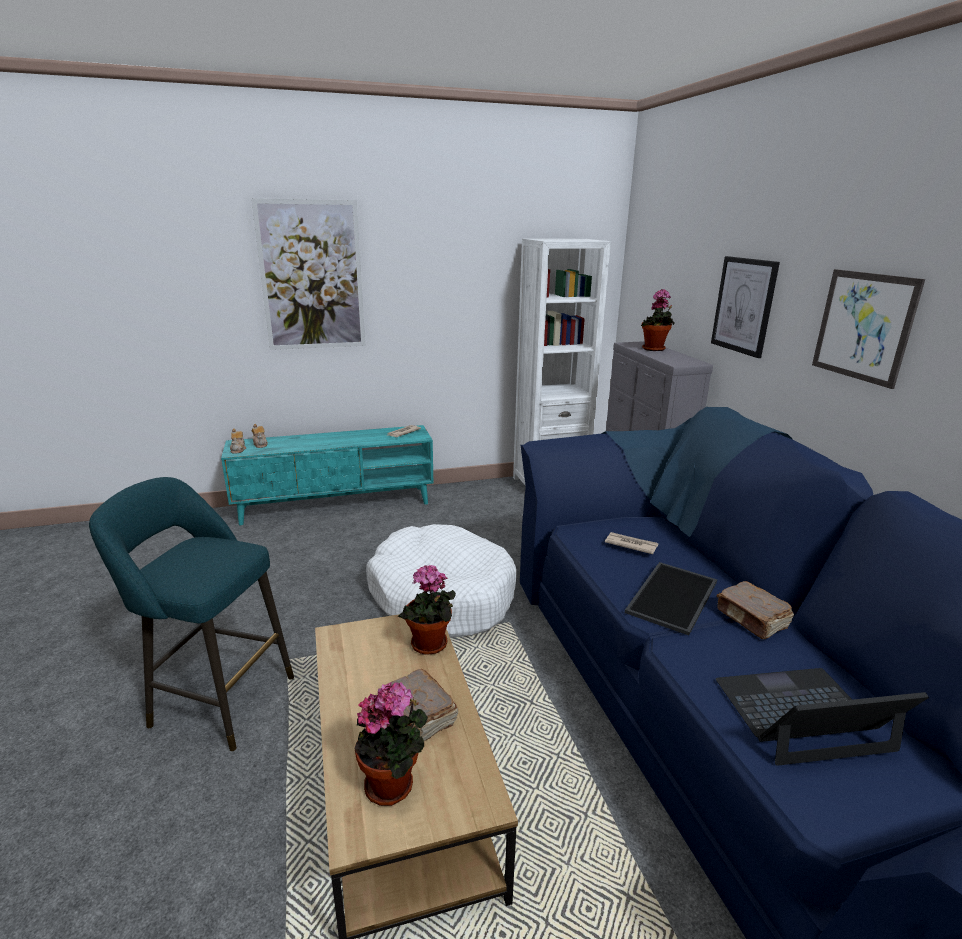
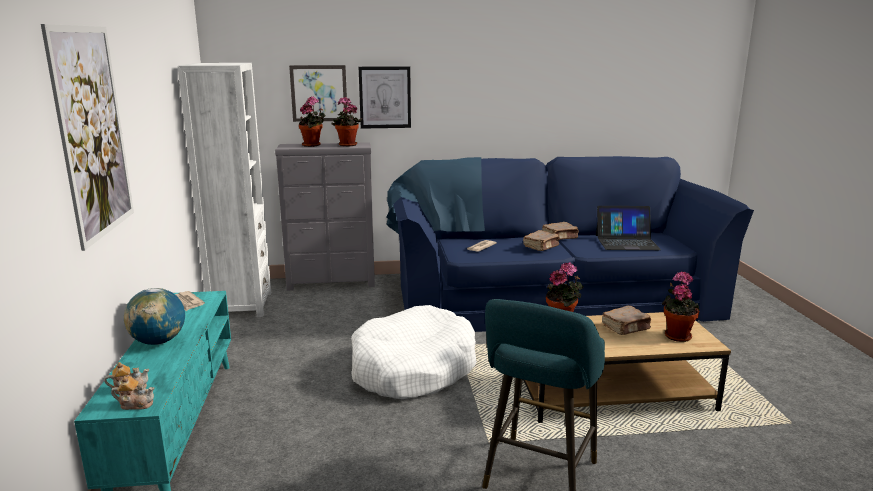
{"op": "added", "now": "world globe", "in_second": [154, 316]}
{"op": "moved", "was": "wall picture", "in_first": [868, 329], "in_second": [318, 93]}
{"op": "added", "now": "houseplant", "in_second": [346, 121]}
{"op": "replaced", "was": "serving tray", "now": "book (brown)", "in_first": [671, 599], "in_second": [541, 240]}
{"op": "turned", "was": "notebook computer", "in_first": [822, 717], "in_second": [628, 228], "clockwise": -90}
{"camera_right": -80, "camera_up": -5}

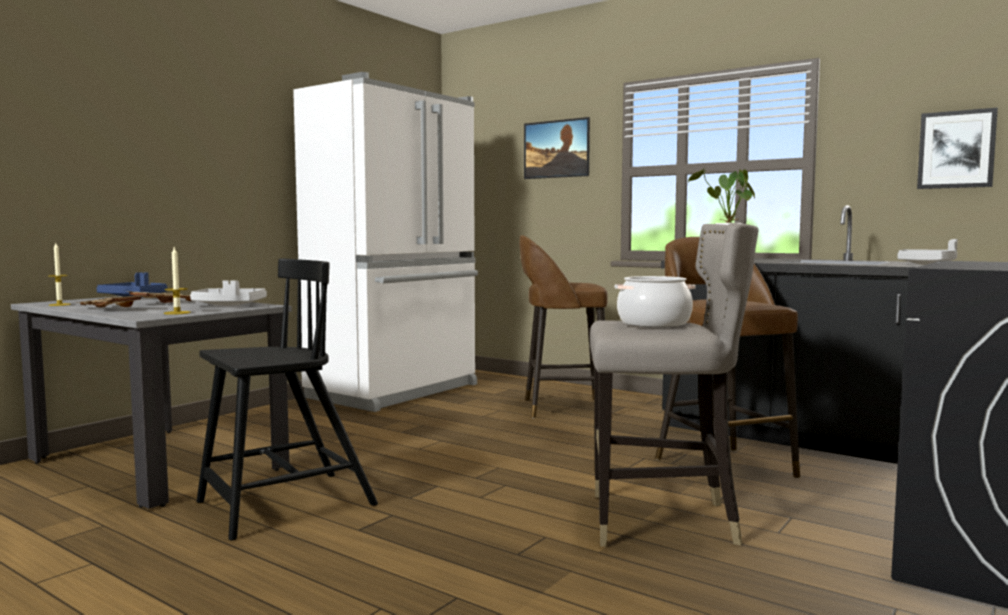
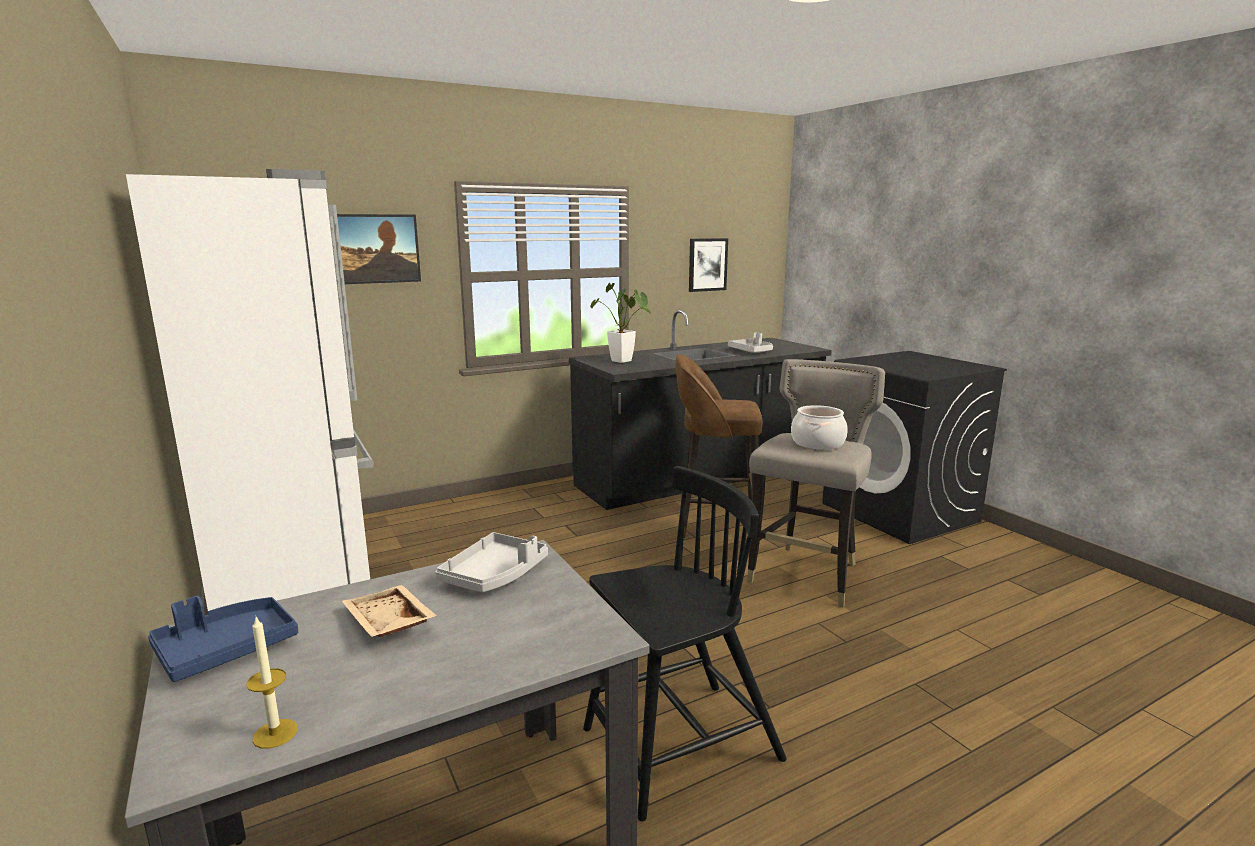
{"op": "turned", "was": "plain chair (black)", "in_first": [287, 399], "in_second": [685, 643], "clockwise": 75}
{"op": "removed", "was": "serving tray (beige-coloured)", "in_first": [112, 301]}
{"op": "removed", "was": "wax light", "in_first": [177, 281]}
{"op": "removed", "was": "stool seat (brown)", "in_first": [563, 326]}
{"camera_right": -65, "camera_up": 10}

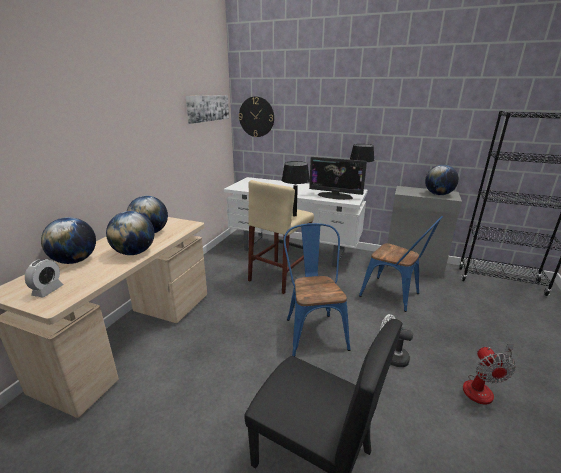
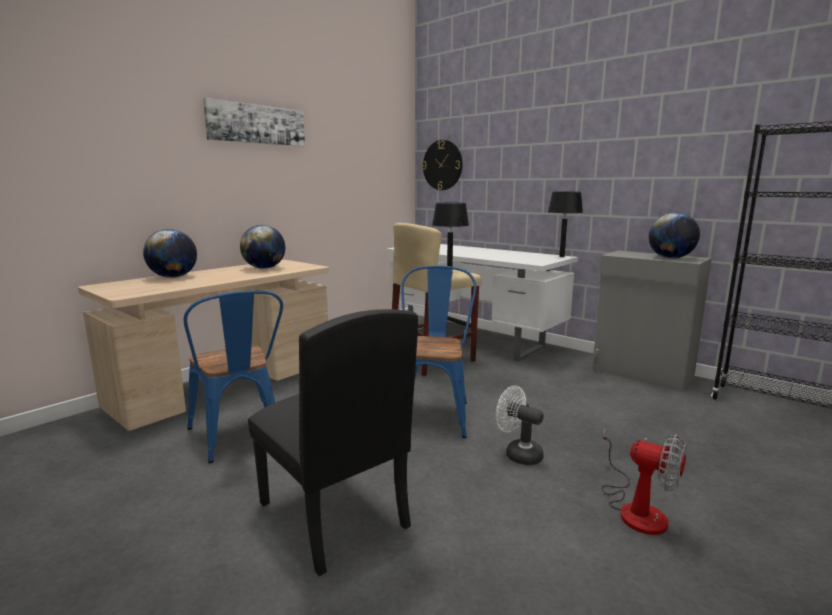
{"op": "moved", "was": "plain chair (blue-coloured)", "in_first": [401, 264], "in_second": [233, 377]}
{"op": "moved", "was": "wall picture", "in_first": [207, 109], "in_second": [254, 122]}
{"op": "turned", "was": "cooling fan", "in_first": [489, 374], "in_second": [644, 481], "clockwise": -75}
{"op": "removed", "was": "alarm clock", "in_first": [44, 278]}
{"op": "removed", "was": "world globe", "in_first": [130, 233]}
{"op": "removed", "was": "computer display", "in_first": [338, 178]}
{"camera_right": 20, "camera_up": -10}

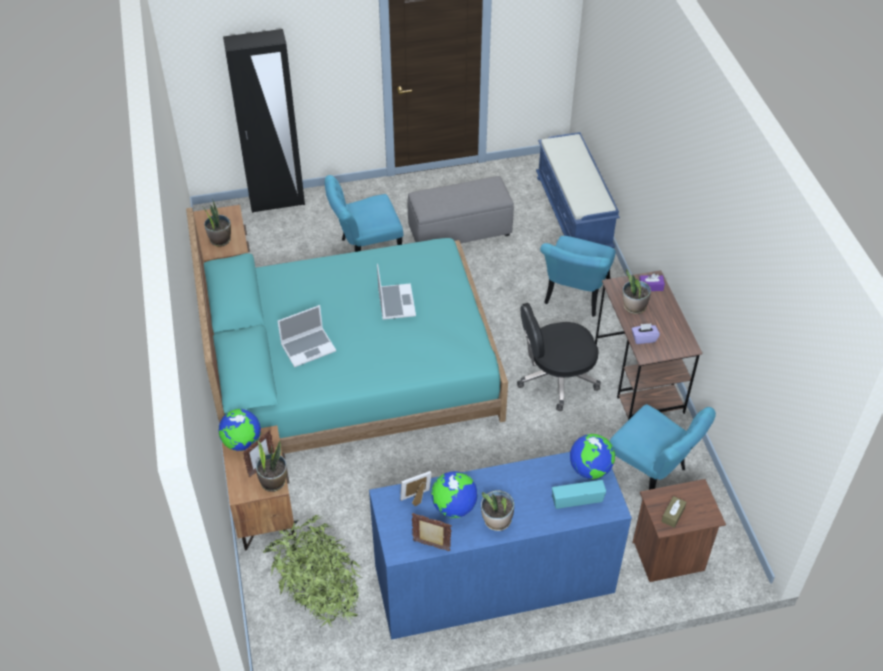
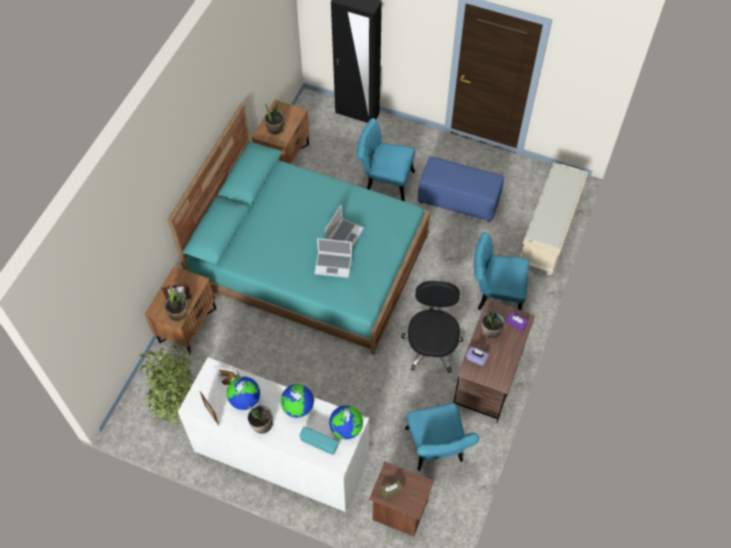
{"op": "recoloured", "was": "chest of drawers (blue-coloured)", "now": "chest of drawers (white-coloured)", "in_first": [500, 545], "in_second": [273, 434]}
{"op": "moved", "was": "world globe", "in_first": [240, 430], "in_second": [297, 401]}
{"op": "moved", "was": "notebook computer", "in_first": [306, 336], "in_second": [333, 258]}
{"op": "turned", "was": "computer chair (black)", "in_first": [559, 357], "in_second": [432, 327], "clockwise": 75}
{"op": "recoloured", "was": "footrest (greyish)", "now": "footrest (blue-coloured)", "in_first": [461, 209], "in_second": [461, 189]}
{"op": "turned", "was": "plain chair (turquoise)", "in_first": [577, 276], "in_second": [501, 271], "clockwise": 45}
{"op": "recoloured", "was": "long seat (blue-coloured)", "now": "long seat (beige-coloured)", "in_first": [578, 190], "in_second": [554, 218]}
{"camera_right": 35, "camera_up": 10}

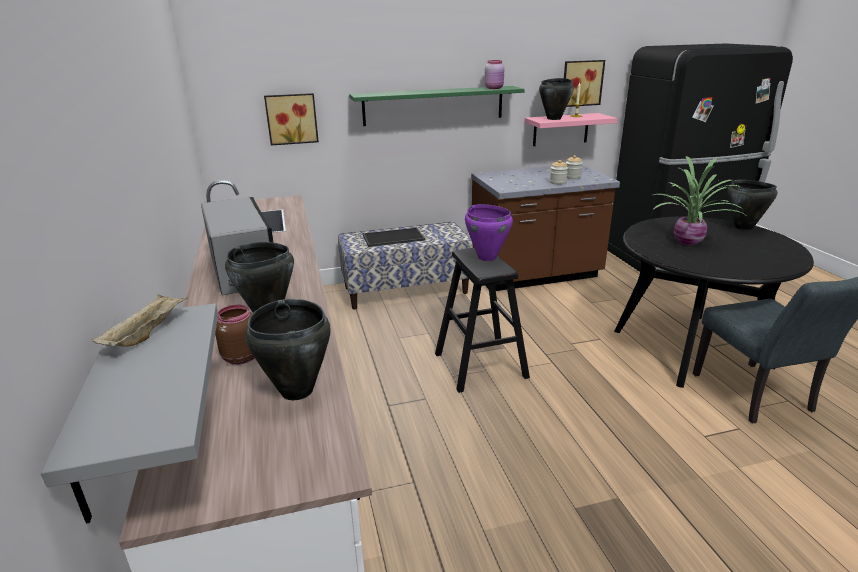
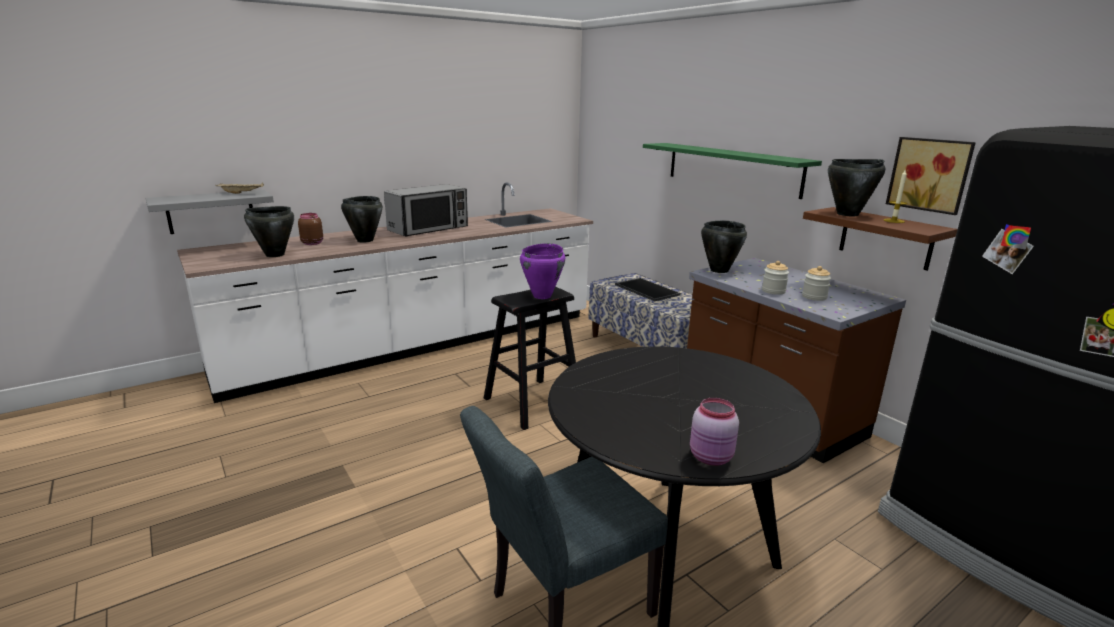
{"op": "moved", "was": "jar (pink-coloured)", "in_first": [494, 74], "in_second": [714, 432]}
{"op": "moved", "was": "saucepot (black)", "in_first": [753, 205], "in_second": [724, 247]}
{"op": "recoloured", "was": "shelf (pink-coloured)", "now": "shelf (brown)", "in_first": [571, 129], "in_second": [880, 239]}
{"op": "removed", "was": "wall picture", "in_first": [291, 119]}
{"op": "removed", "was": "houseplant", "in_first": [699, 200]}
{"camera_right": 70, "camera_up": -5}

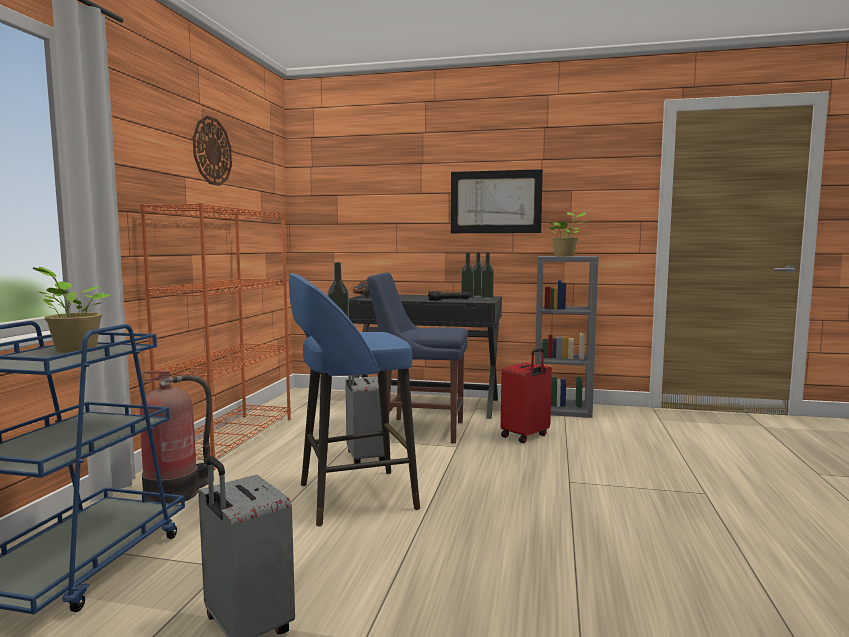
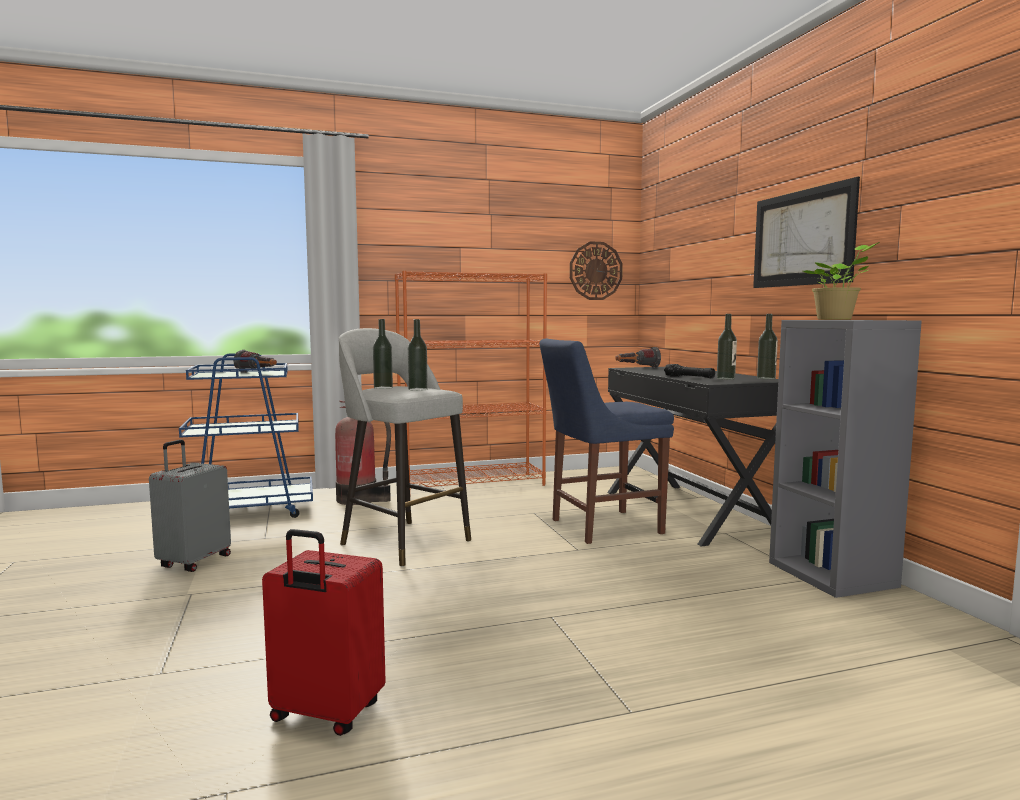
{"op": "replaced", "was": "houseplant", "now": "hand torch", "in_first": [72, 310], "in_second": [255, 361]}
{"op": "moved", "was": "travel case (reddish)", "in_first": [526, 395], "in_second": [324, 632]}
{"op": "recoloured", "was": "stool seat (blue-coloured)", "now": "stool seat (greyish)", "in_first": [354, 400], "in_second": [405, 447]}
{"op": "moved", "was": "drink bottle", "in_first": [487, 275], "in_second": [418, 355]}
{"op": "turned", "was": "plain chair (blue-coloured)", "in_first": [417, 358], "in_second": [606, 441], "clockwise": -90}
{"op": "moved", "was": "clock on the wall", "in_first": [212, 150], "in_second": [596, 270]}
{"op": "removed", "was": "travel case (greyish)", "in_first": [366, 419]}
{"camera_right": 60, "camera_up": 0}

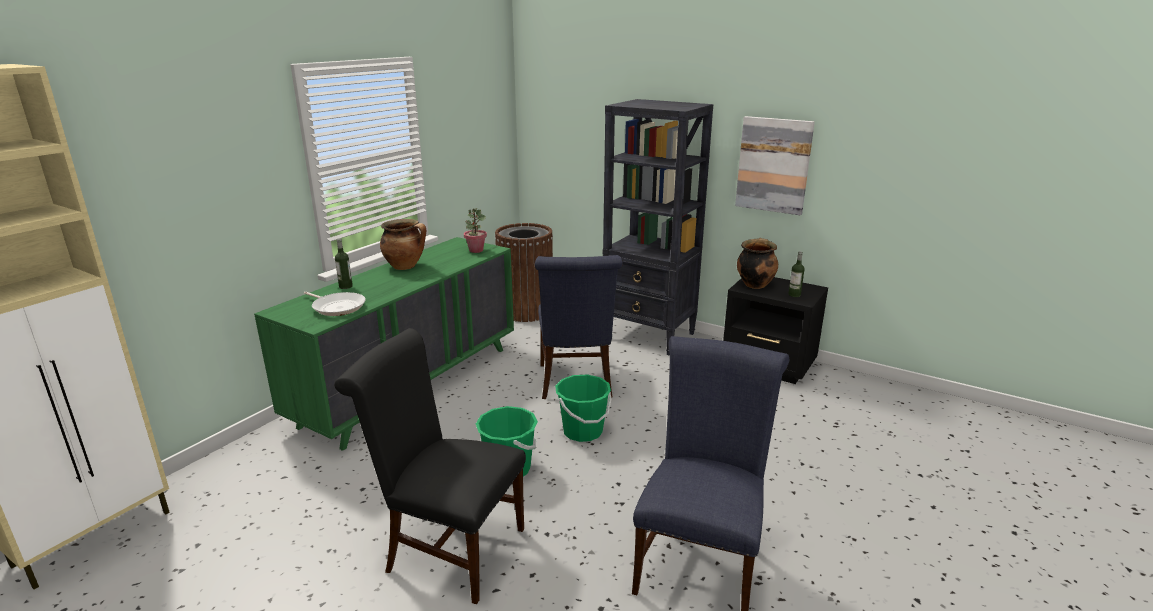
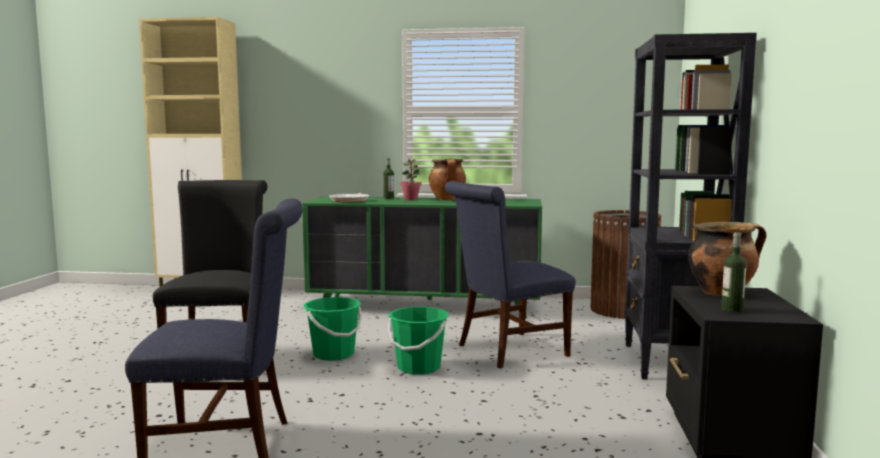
{"op": "moved", "was": "houseplant", "in_first": [475, 230], "in_second": [411, 179]}
{"op": "removed", "was": "wall picture", "in_first": [775, 165]}
{"camera_right": 65, "camera_up": -15}

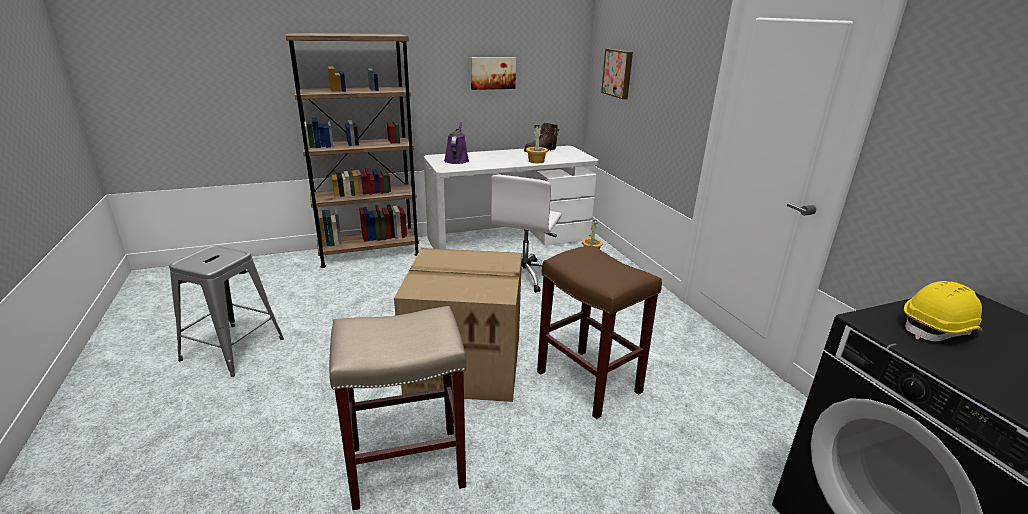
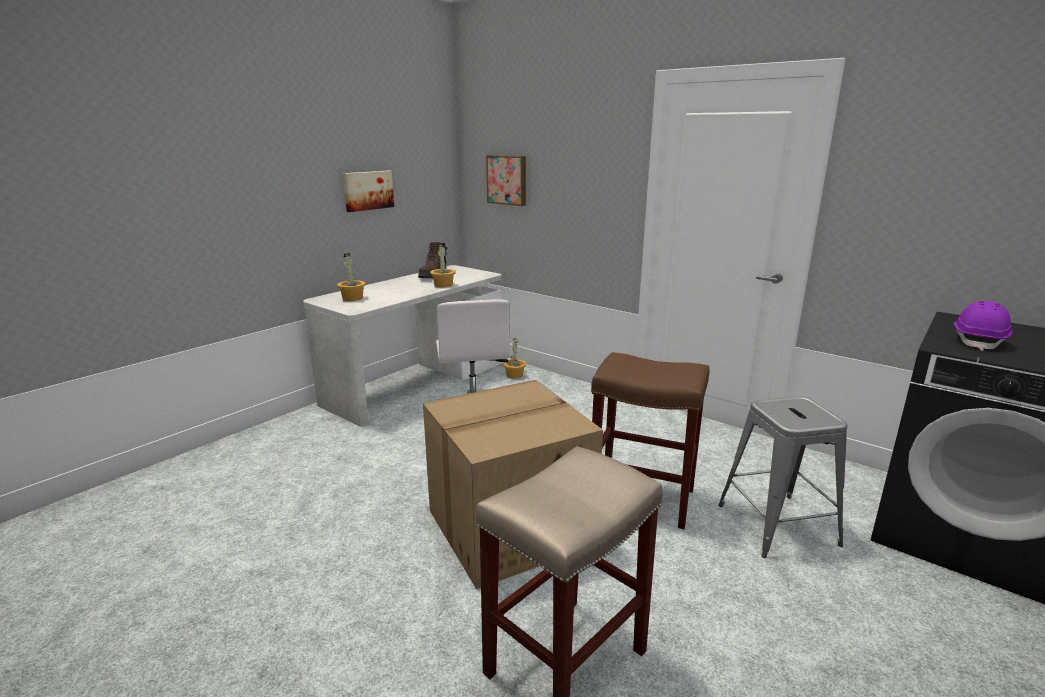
{"op": "replaced", "was": "watering pot (purple)", "now": "houseplant", "in_first": [456, 142], "in_second": [351, 277]}
{"op": "moved", "was": "stool seat (greyish)", "in_first": [226, 311], "in_second": [782, 477]}
{"op": "recoloured", "was": "work helmet (yellow)", "now": "work helmet (purple)", "in_first": [943, 311], "in_second": [983, 326]}
{"op": "removed", "was": "shelving unit (brown)", "in_first": [352, 150]}
{"camera_right": -30, "camera_up": -5}

